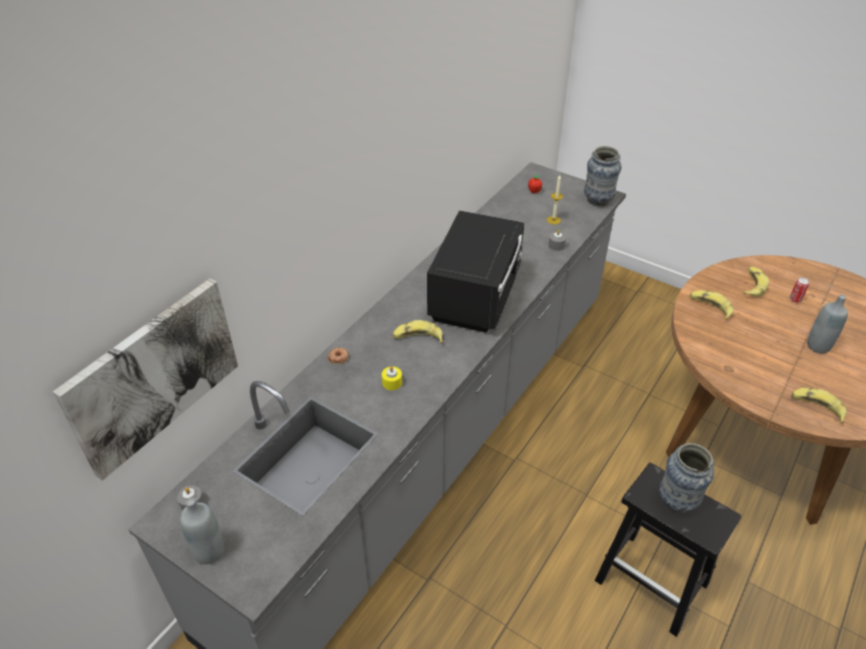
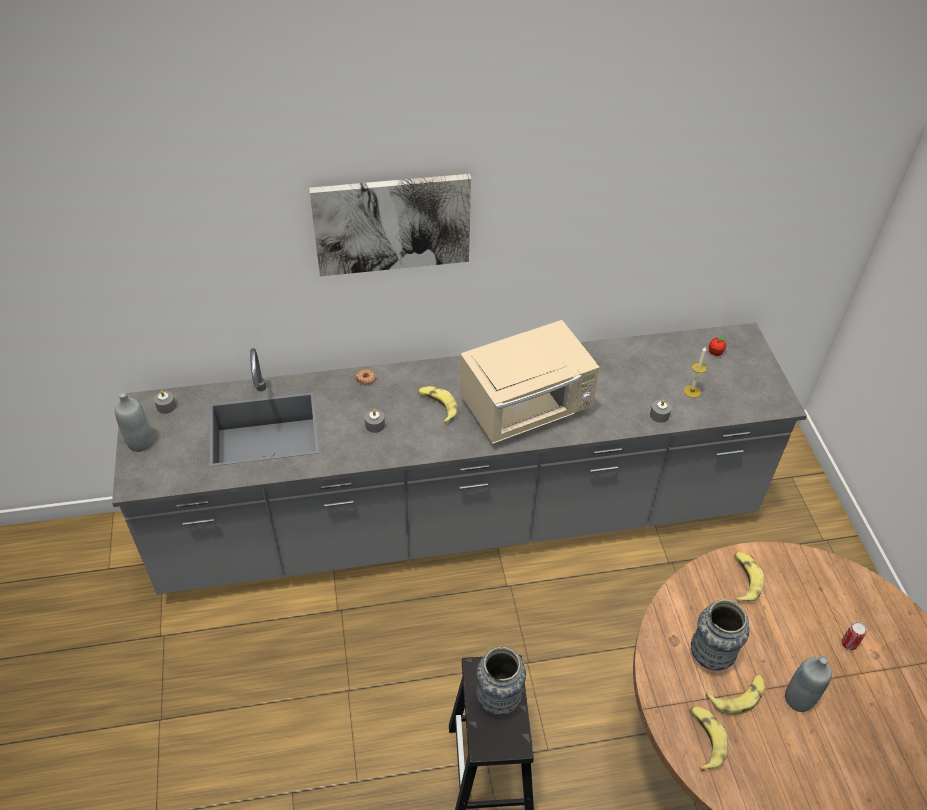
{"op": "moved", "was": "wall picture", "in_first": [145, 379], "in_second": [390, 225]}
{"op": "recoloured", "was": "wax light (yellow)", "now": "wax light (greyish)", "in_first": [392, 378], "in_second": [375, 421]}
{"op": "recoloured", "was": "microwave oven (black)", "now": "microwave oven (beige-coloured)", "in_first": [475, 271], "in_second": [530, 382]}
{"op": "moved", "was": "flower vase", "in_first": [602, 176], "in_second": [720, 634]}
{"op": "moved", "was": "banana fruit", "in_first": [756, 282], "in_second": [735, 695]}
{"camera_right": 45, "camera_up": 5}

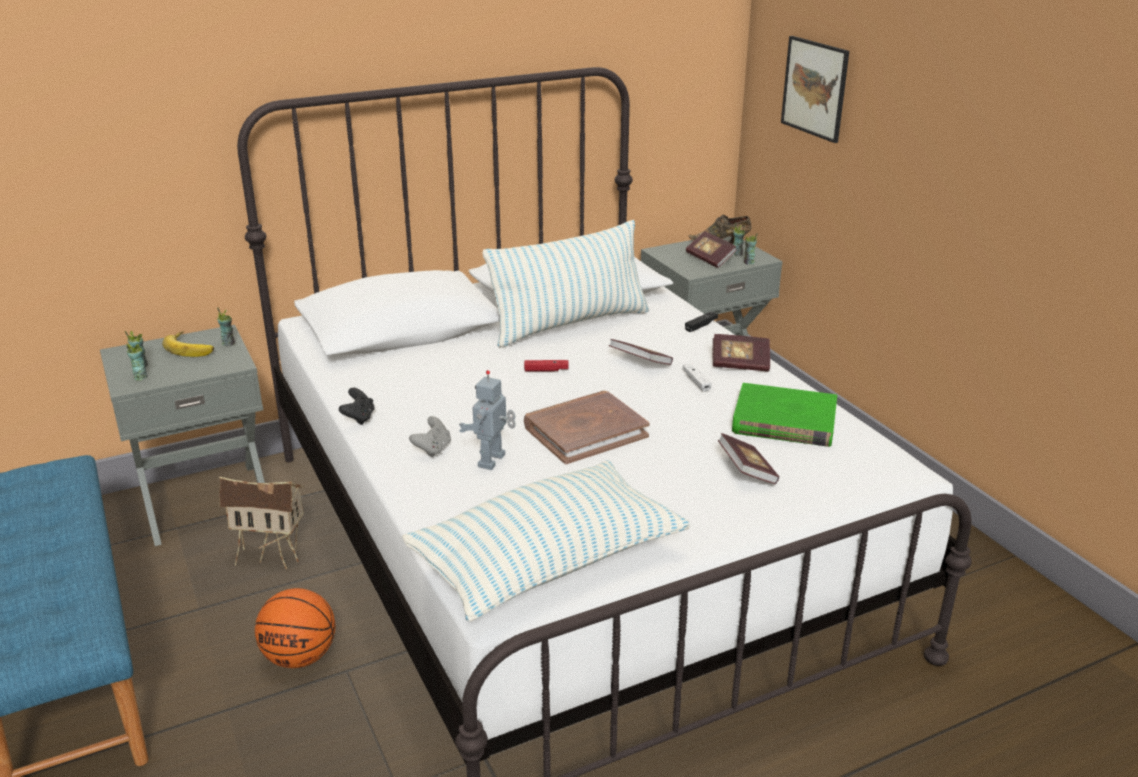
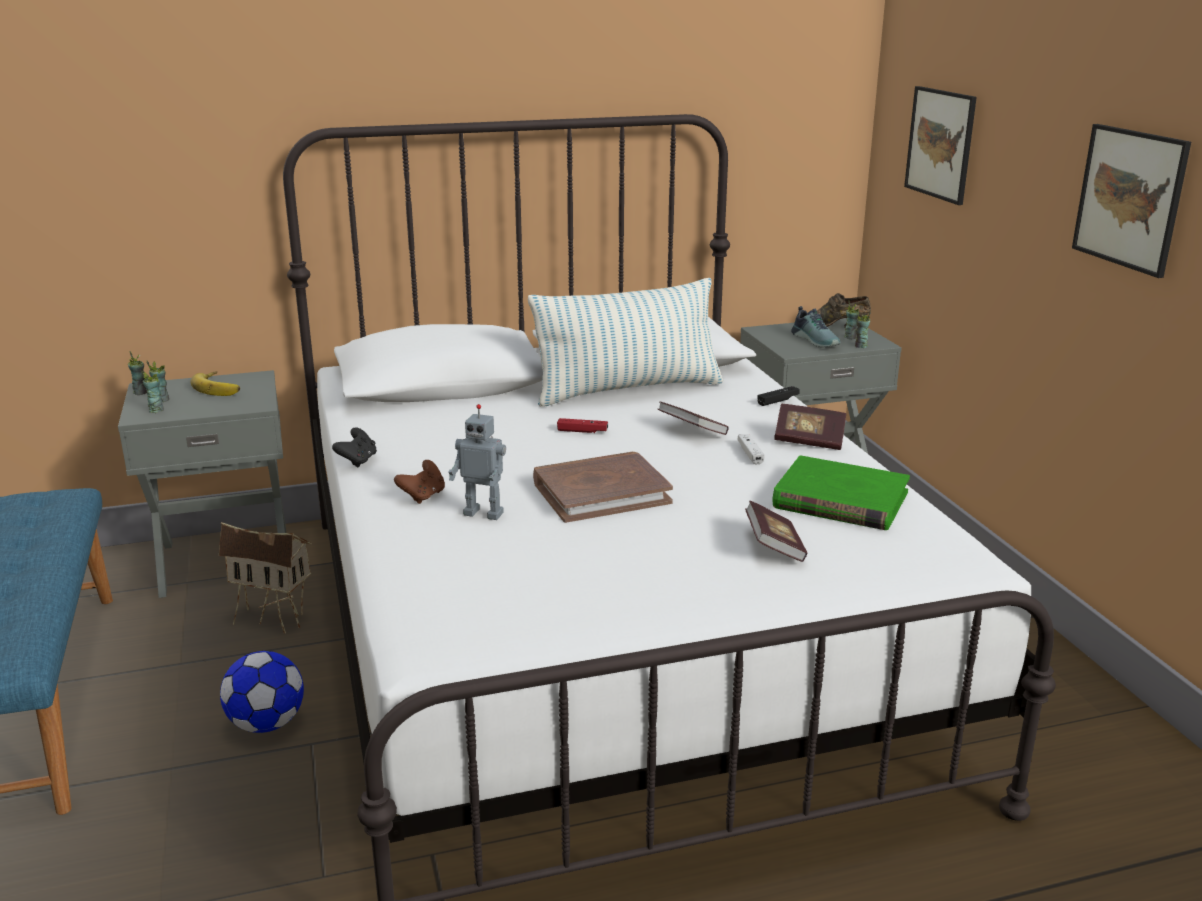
{"op": "moved", "was": "drinking cup", "in_first": [226, 327], "in_second": [137, 373]}
{"op": "replaced", "was": "basketball", "now": "football", "in_first": [295, 628], "in_second": [262, 692]}
{"op": "recoloured", "was": "joypad (greyish)", "now": "joypad (brown)", "in_first": [430, 436], "in_second": [419, 482]}
{"op": "turned", "was": "toy robot", "in_first": [487, 420], "in_second": [477, 462], "clockwise": -105}
{"op": "replaced", "was": "book", "now": "item of footwear", "in_first": [711, 250], "in_second": [816, 327]}
{"op": "added", "now": "wall picture", "in_second": [1131, 201]}
{"op": "removed", "was": "cushion", "in_first": [546, 540]}
{"camera_right": 10, "camera_up": -5}

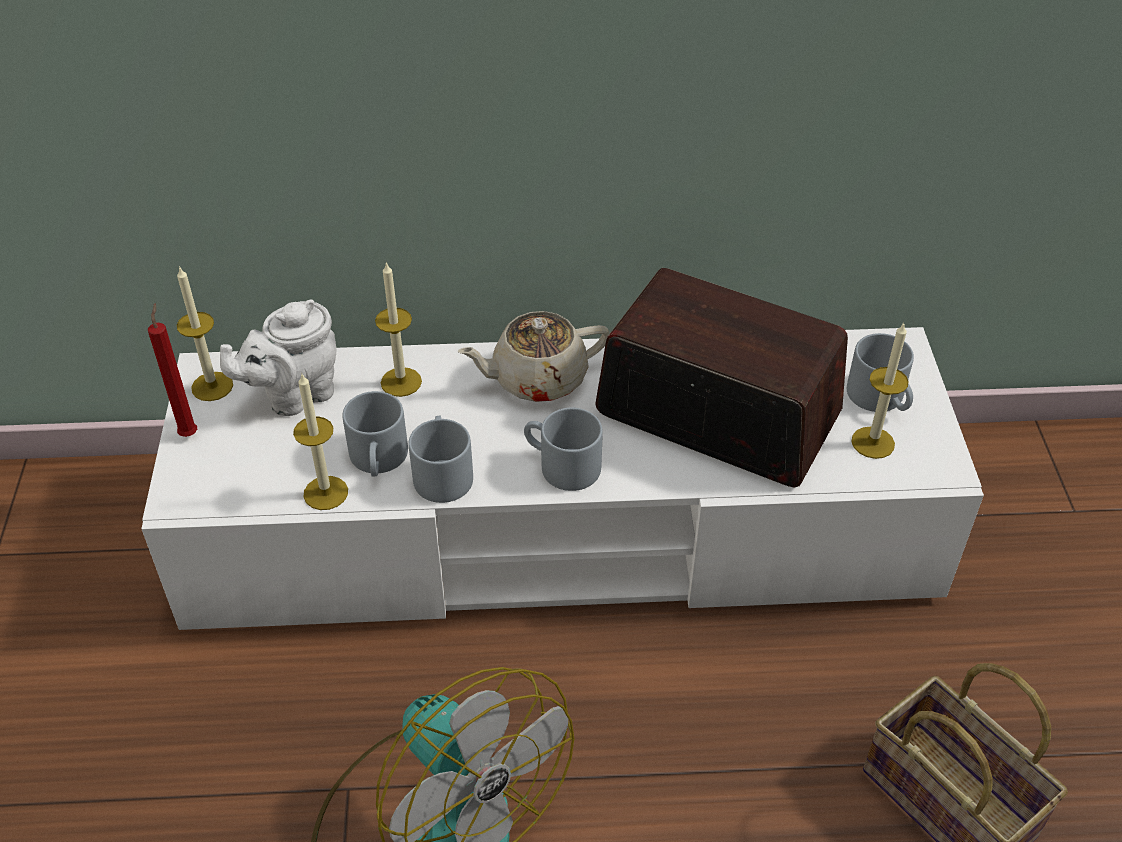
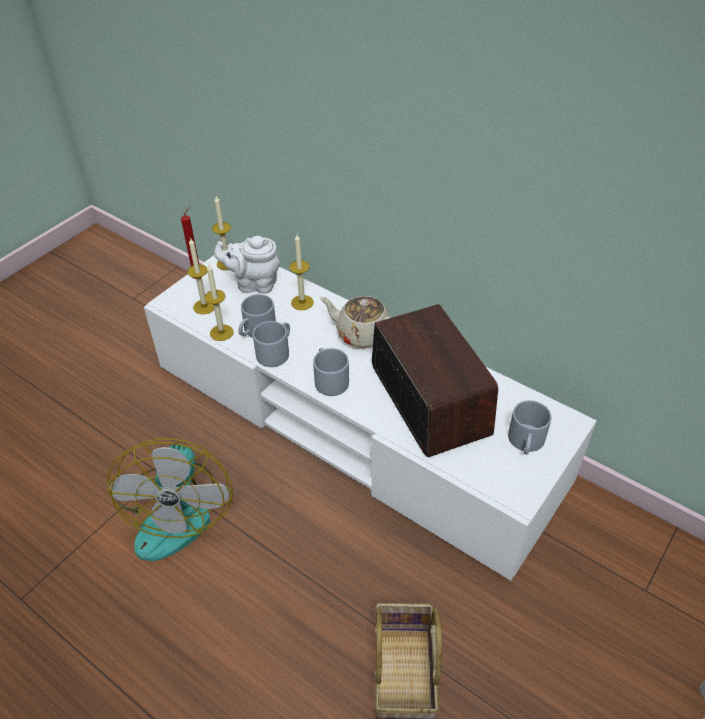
{"op": "moved", "was": "wax light", "in_first": [880, 391], "in_second": [200, 276]}
{"camera_right": 40, "camera_up": 0}

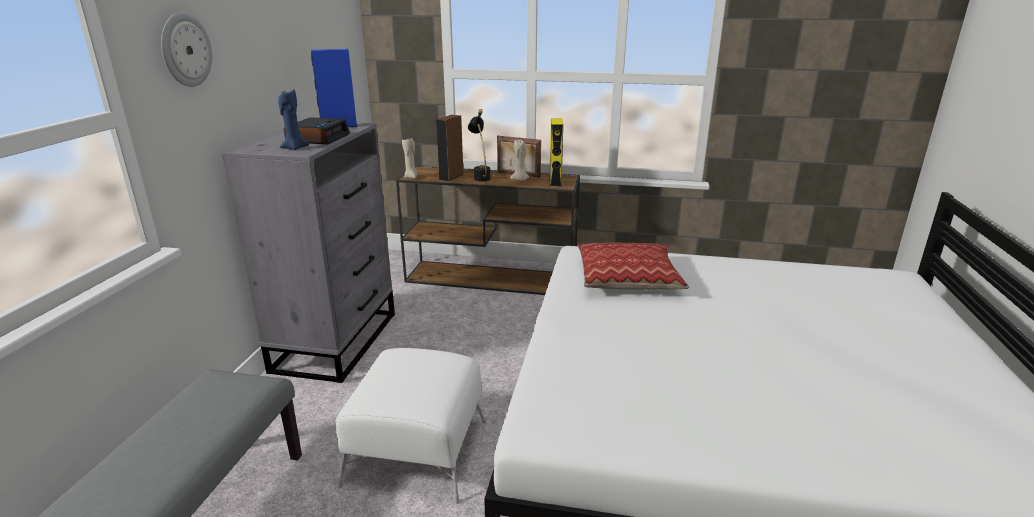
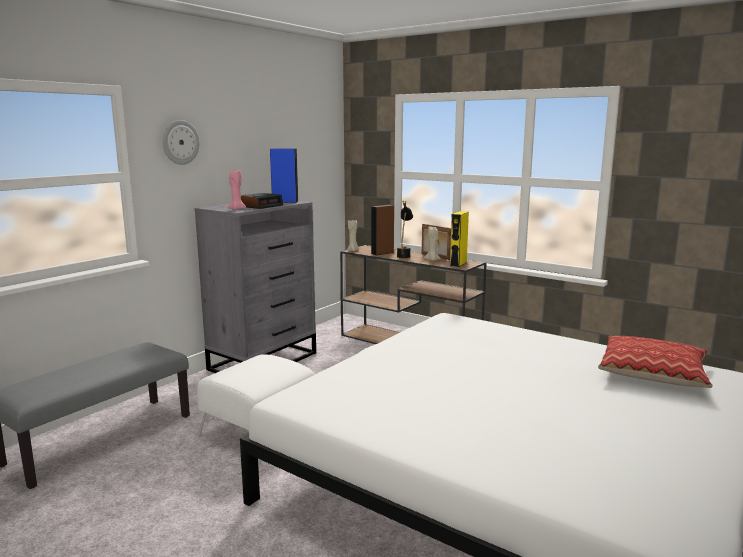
{"op": "recoloured", "was": "wax light (blue-coloured)", "now": "wax light (pink-coloured)", "in_first": [293, 119], "in_second": [236, 190]}
{"op": "moved", "was": "cushion", "in_first": [633, 266], "in_second": [655, 362]}
{"camera_right": 25, "camera_up": -10}

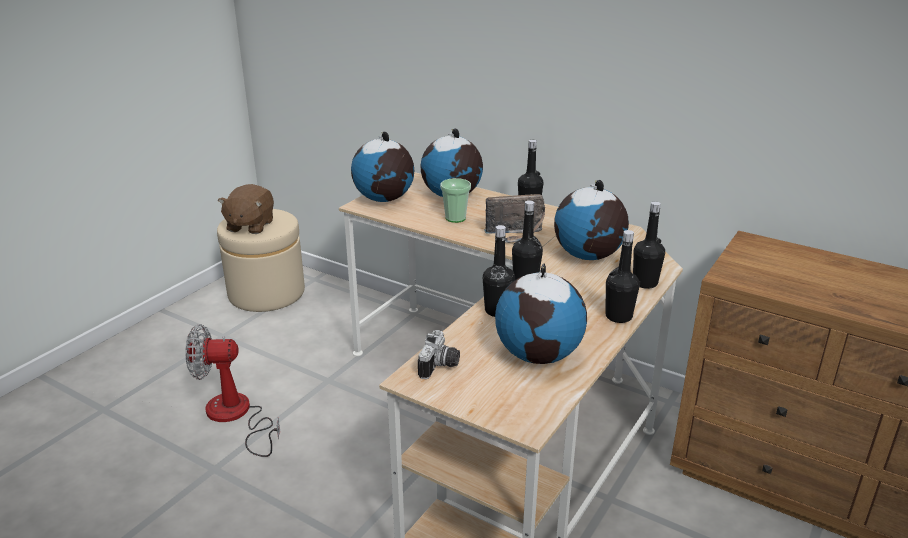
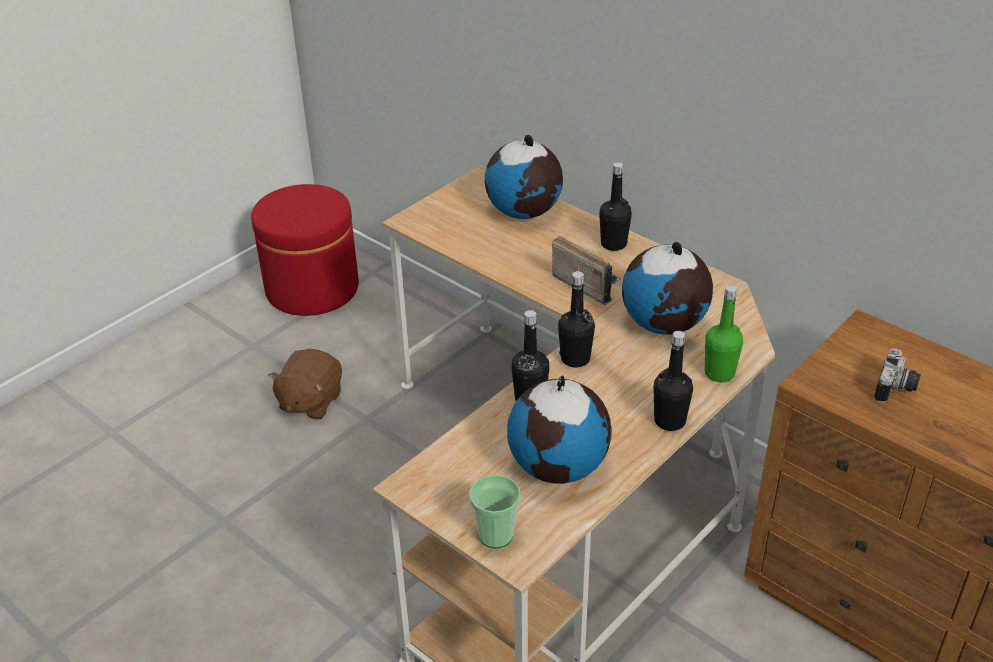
{"op": "recoloured", "was": "footrest (beige-coloured)", "now": "footrest (reddish)", "in_first": [261, 260], "in_second": [305, 250]}
{"op": "moved", "was": "plush toy (brown)", "in_first": [246, 209], "in_second": [305, 384]}
{"op": "moved", "was": "drinking cup", "in_first": [455, 200], "in_second": [495, 512]}
{"op": "turned", "was": "radio", "in_first": [514, 218], "in_second": [586, 270], "clockwise": -135}
{"op": "recoloured", "was": "drink bottle (black)", "now": "drink bottle (greenish)", "in_first": [649, 245], "in_second": [724, 333]}
{"op": "moved", "was": "photo camera", "in_first": [439, 354], "in_second": [897, 375]}
{"op": "removed", "was": "cooling fan", "in_first": [232, 390]}
{"op": "removed", "was": "world globe", "in_first": [382, 166]}
{"camera_right": 10, "camera_up": 10}

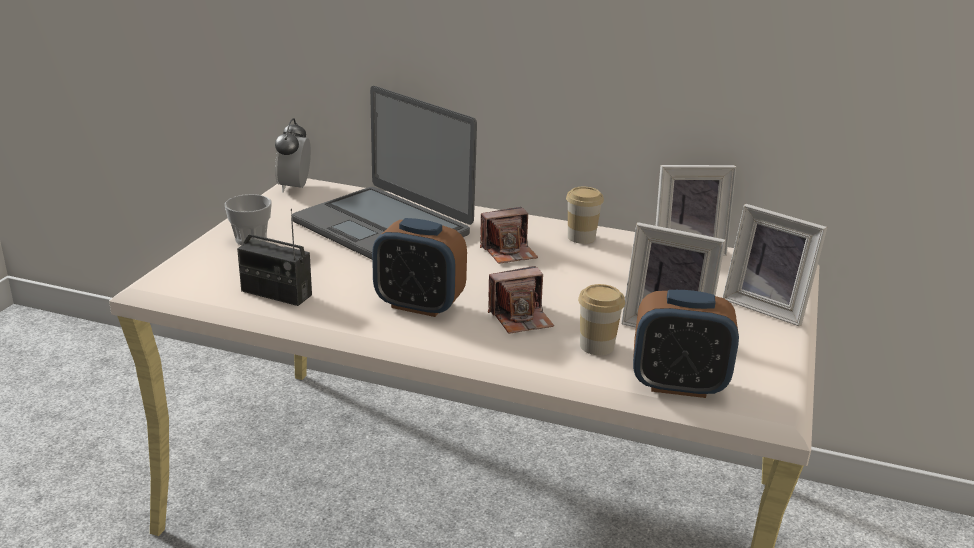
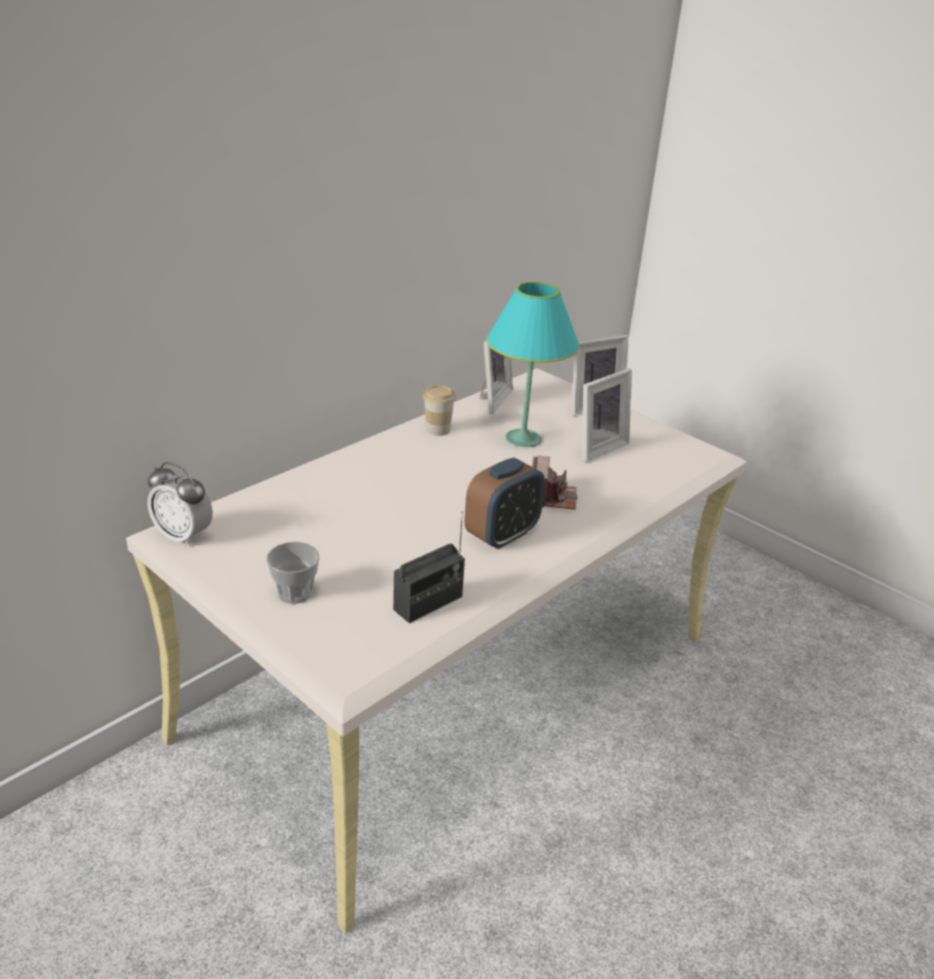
{"op": "added", "now": "table lamp (turquoise)", "in_second": [533, 364]}
{"op": "removed", "was": "notebook computer", "in_first": [384, 173]}
{"op": "removed", "was": "photo camera", "in_first": [509, 235]}
{"op": "removed", "was": "drinking cup", "in_first": [601, 319]}
{"op": "removed", "was": "alarm clock", "in_first": [686, 344]}
{"camera_right": -65, "camera_up": 5}

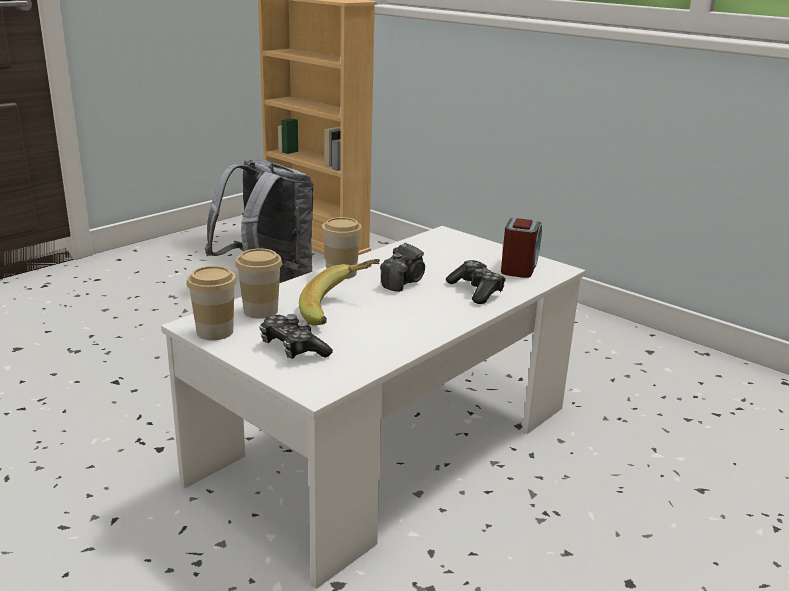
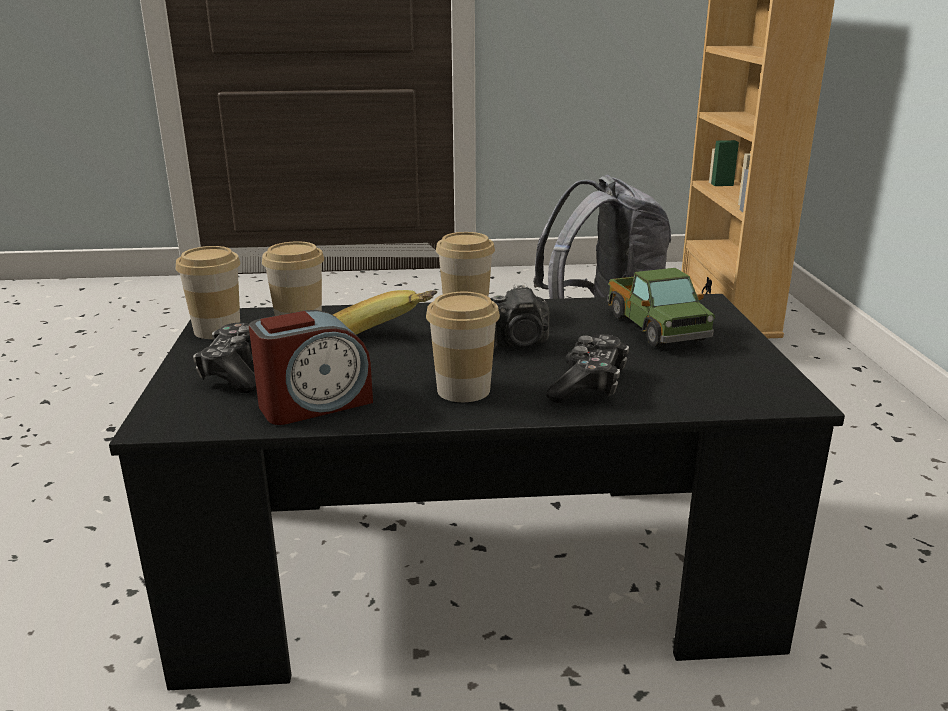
{"op": "recoloured", "was": "coffee table (white-coloured)", "now": "coffee table (black)", "in_first": [373, 407], "in_second": [477, 492]}
{"op": "moved", "was": "alarm clock", "in_first": [521, 248], "in_second": [311, 367]}
{"op": "added", "now": "drinking cup", "in_second": [463, 347]}
{"op": "added", "now": "model truck", "in_second": [661, 307]}
{"camera_right": 45, "camera_up": 0}

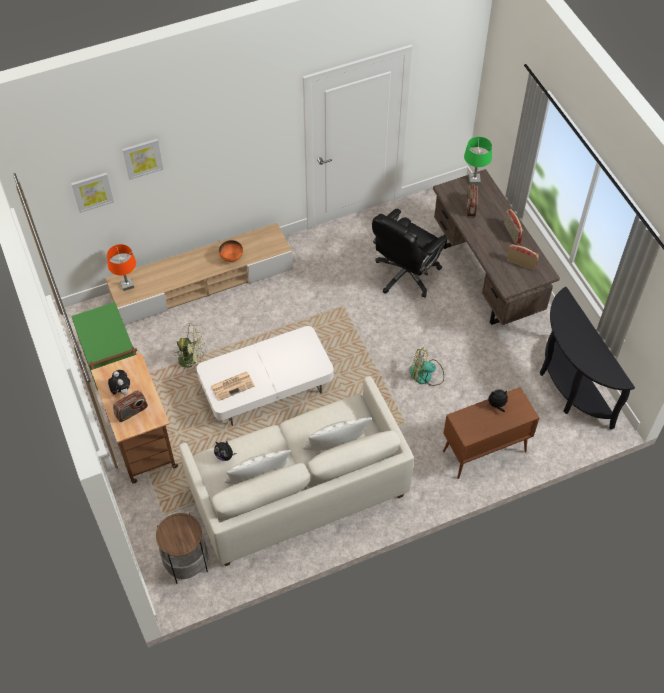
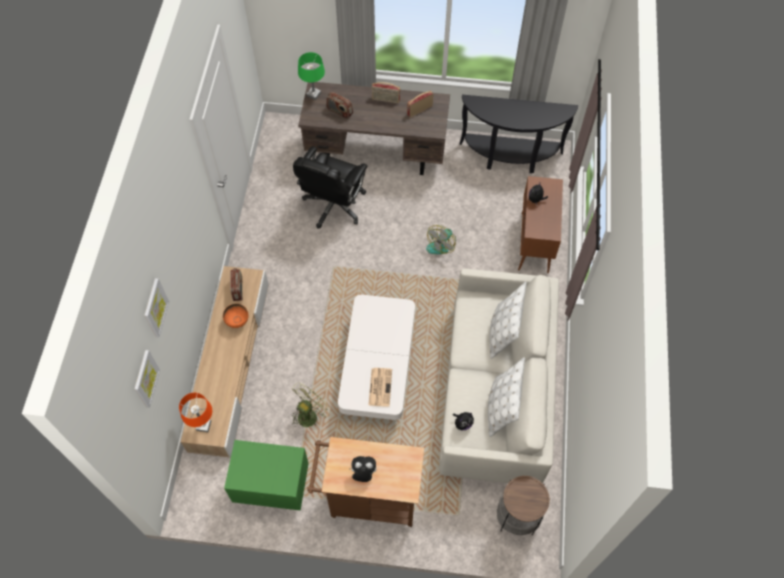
{"op": "moved", "was": "radio", "in_first": [130, 406], "in_second": [236, 284]}
{"op": "turned", "was": "computer chair (black)", "in_first": [410, 253], "in_second": [330, 187], "clockwise": 45}
{"camera_right": -60, "camera_up": 5}

